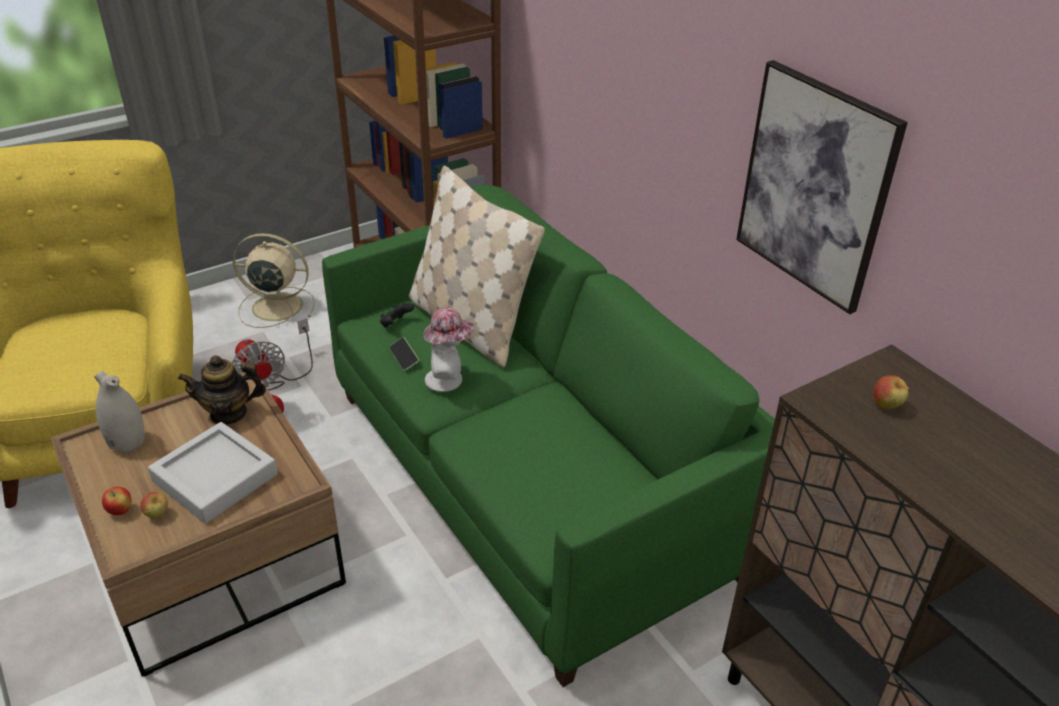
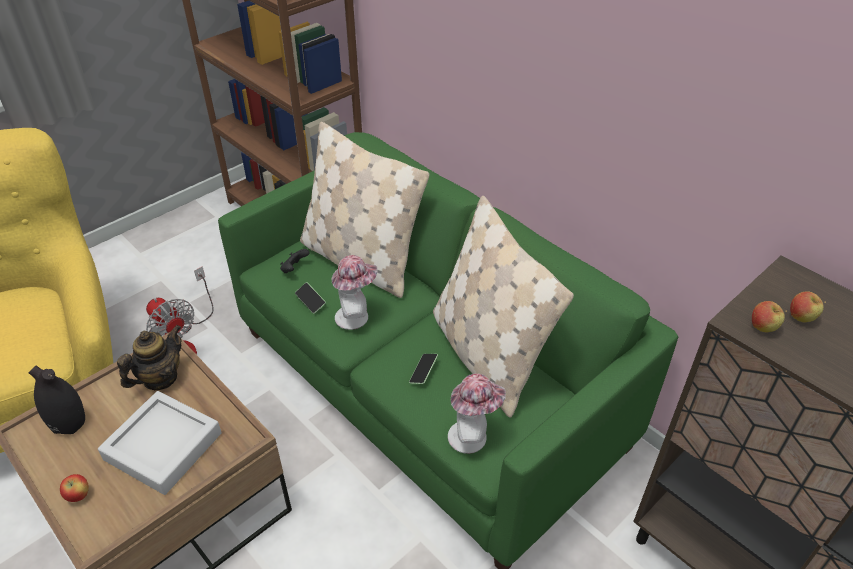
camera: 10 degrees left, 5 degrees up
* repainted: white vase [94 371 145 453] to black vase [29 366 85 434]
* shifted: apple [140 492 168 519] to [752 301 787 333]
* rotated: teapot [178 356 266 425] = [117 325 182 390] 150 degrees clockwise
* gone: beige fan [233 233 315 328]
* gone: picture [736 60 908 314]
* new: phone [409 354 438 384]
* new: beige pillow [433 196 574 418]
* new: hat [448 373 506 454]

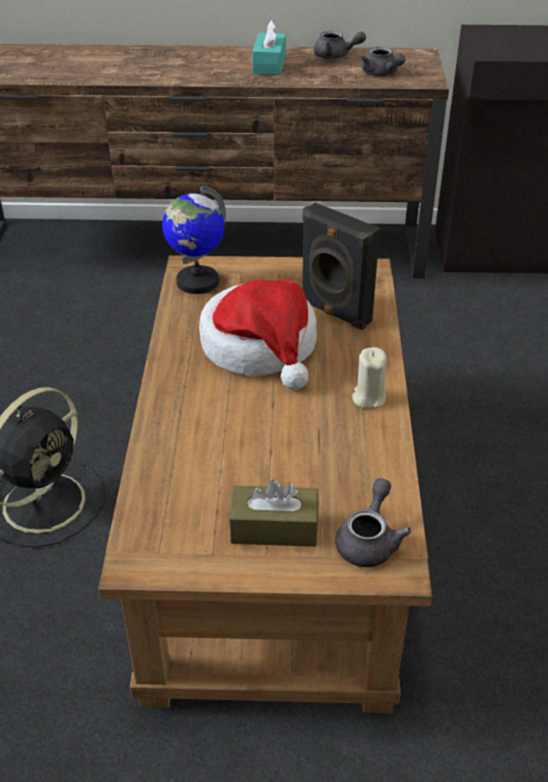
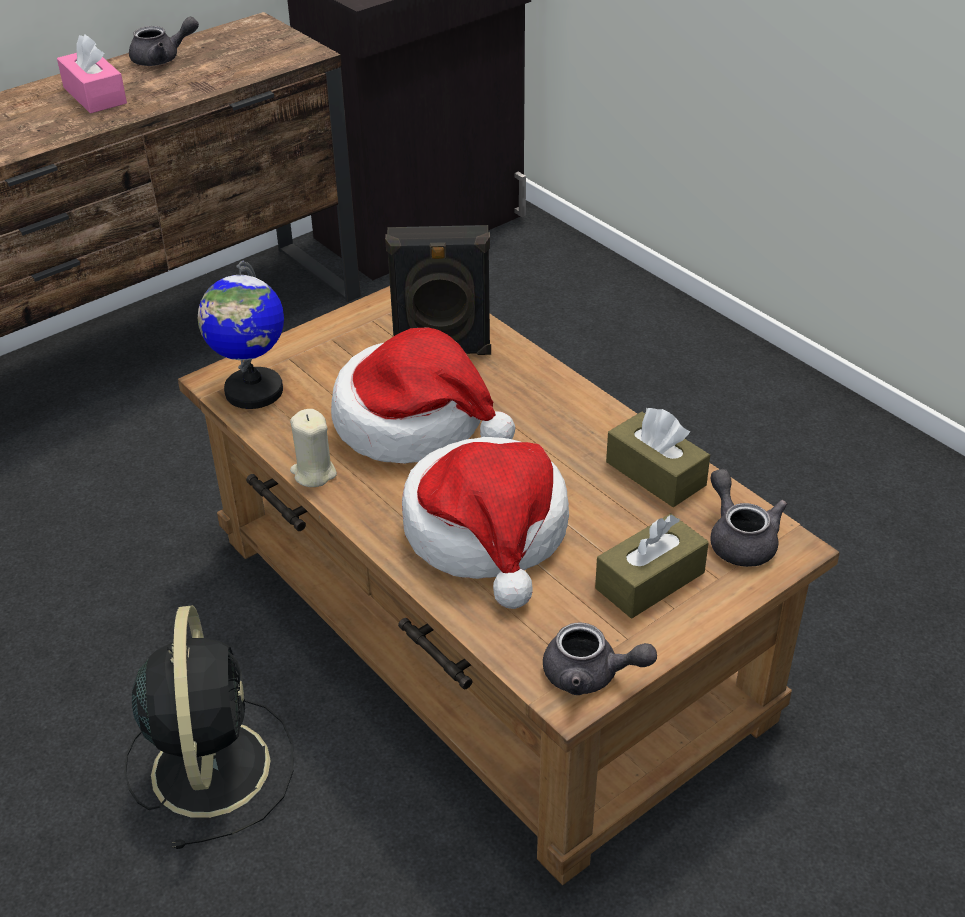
camera: 40 degrees left, 0 degrees up
* repainted: turquoise tissue box [252 20 286 75] to pink tissue box [57 34 127 113]
* shifted: beige candle [352 347 387 409] to [290 409 337 487]
* shifted: grey teapot [362 47 405 77] to [543 622 657 695]
* new: hat [402 437 569 609]
* new: brown tissue box [606 408 710 507]

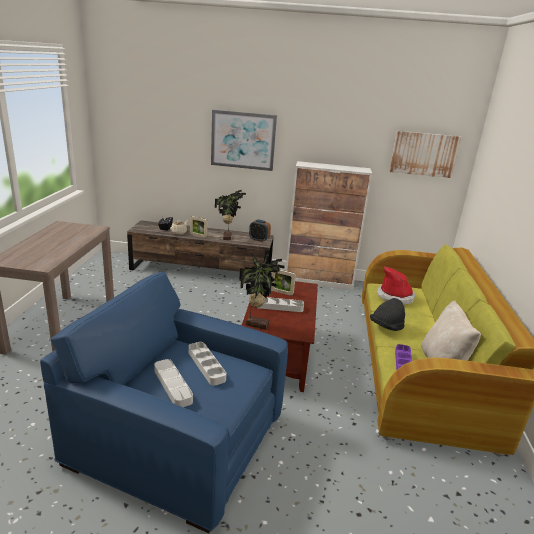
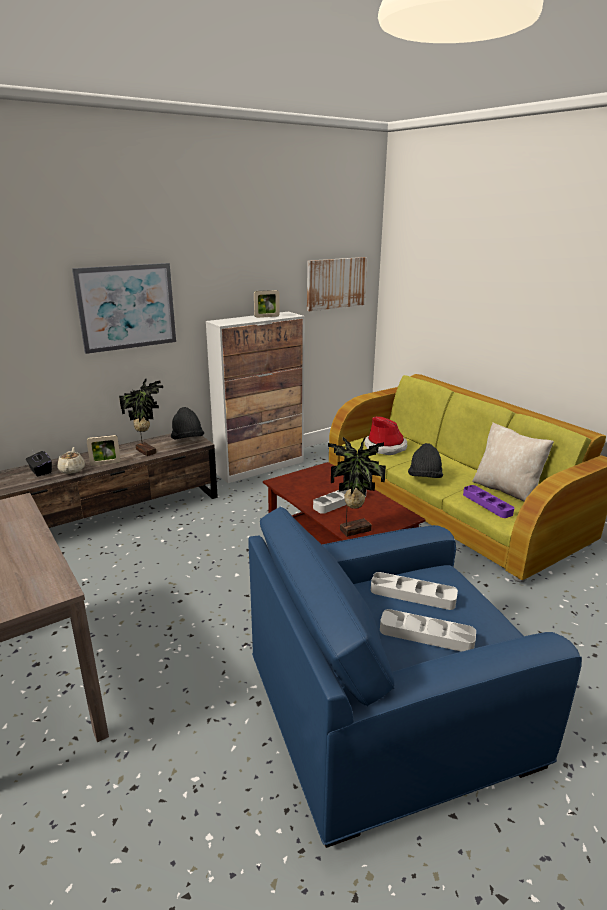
camera: 40 degrees left, 0 degrees up
* swapped: alarm clock [249 219 271 242] to black hat [171 407 204 439]
* shifted: picture frame [271 269 296 296] to [254 290 280 318]

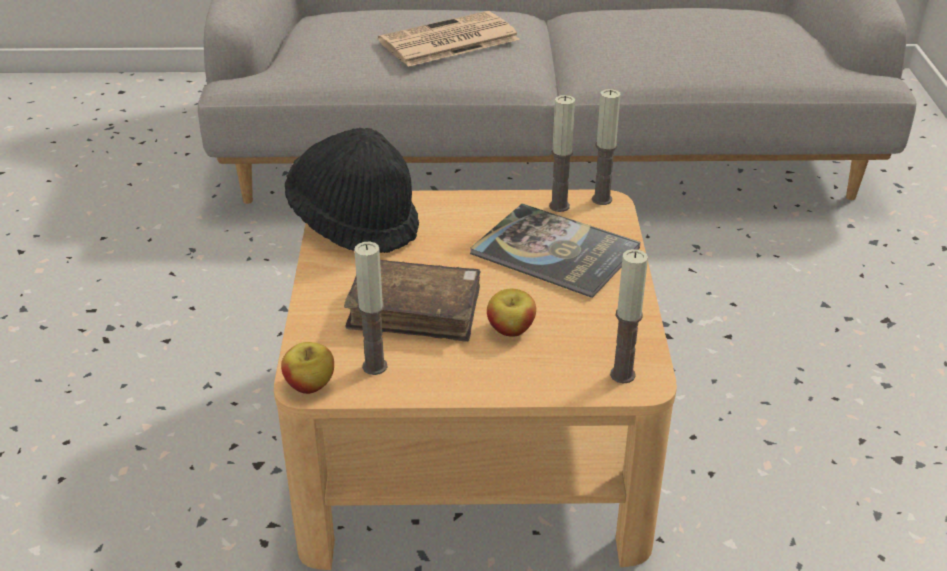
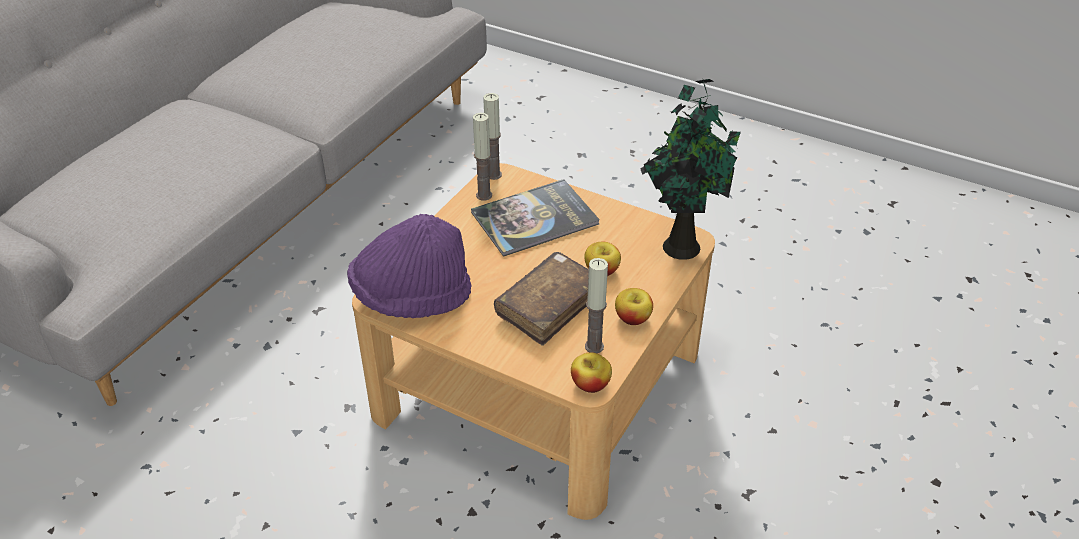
camera: 60 degrees left, 5 degrees up
* repainted: black hat [285 128 419 253] to purple hat [347 214 471 318]
* gone: newspaper [378 11 520 67]
* swapped: candle [610 249 648 383] to potted plant [640 79 741 260]
* new: apple [615 288 653 325]

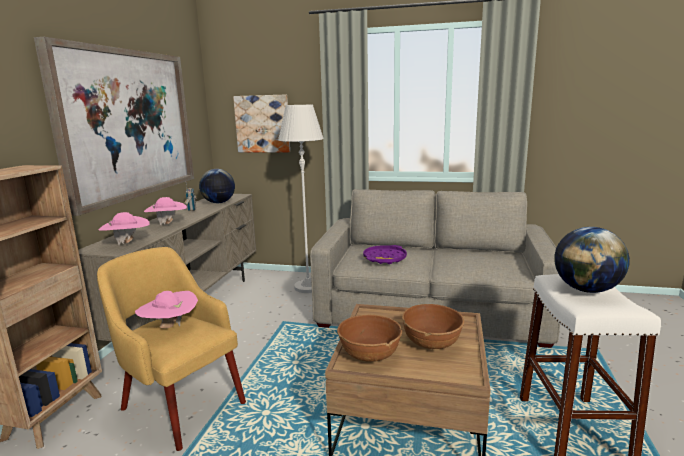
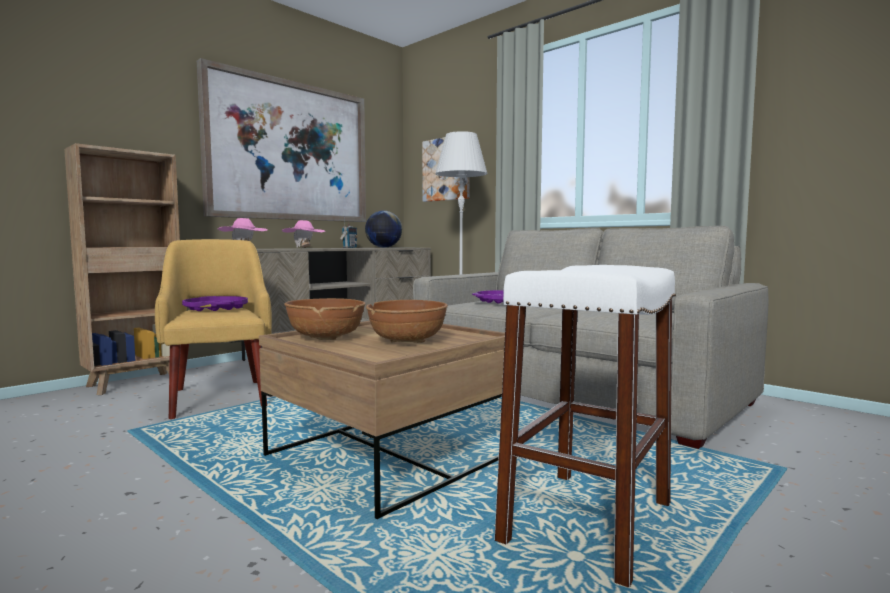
camera: 30 degrees right, 10 degrees down
* swapped: pink hat [135 291 198 328] to purple tray [182 296 248 311]
* gone: globe [555 227 630 293]

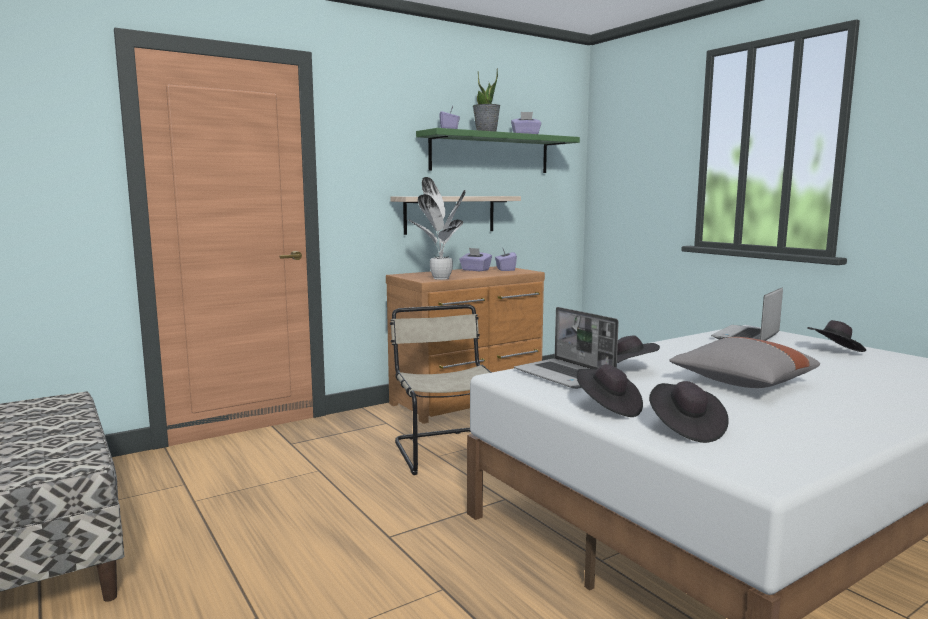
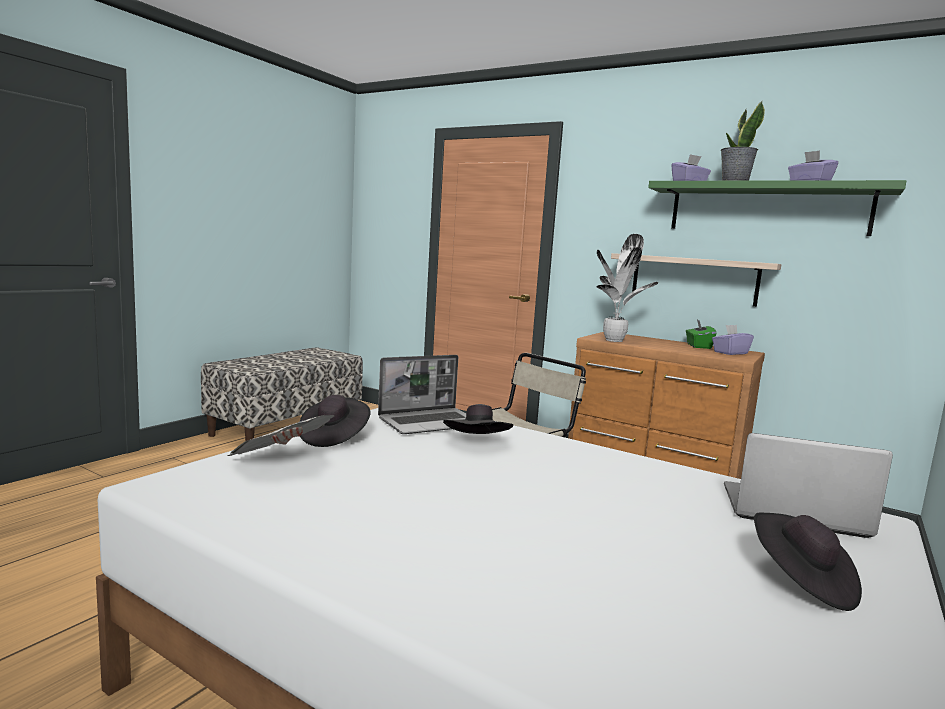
camera: 65 degrees right, 0 degrees up
* repainted: purple tissue box [459 248 492 271] to green tissue box [686 320 716 349]
* rotated: laptop [514 307 619 389] = [378 355 466 434] 150 degrees counterclockwise
* swapped: black hat [649 381 729 443] to newspaper [227 415 334 456]
* gone: grey pillow [669 337 820 388]

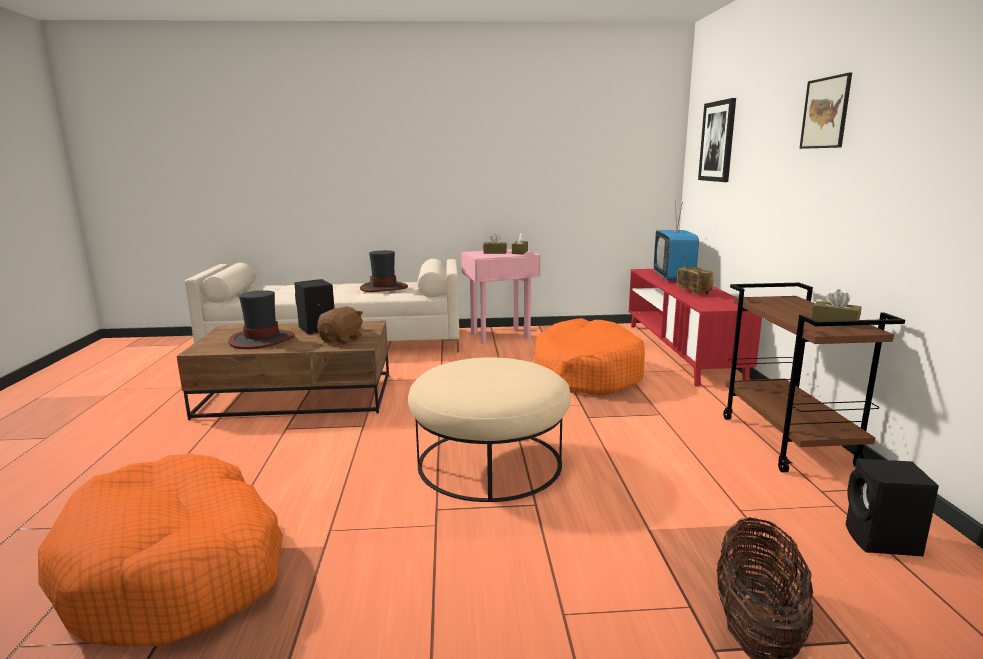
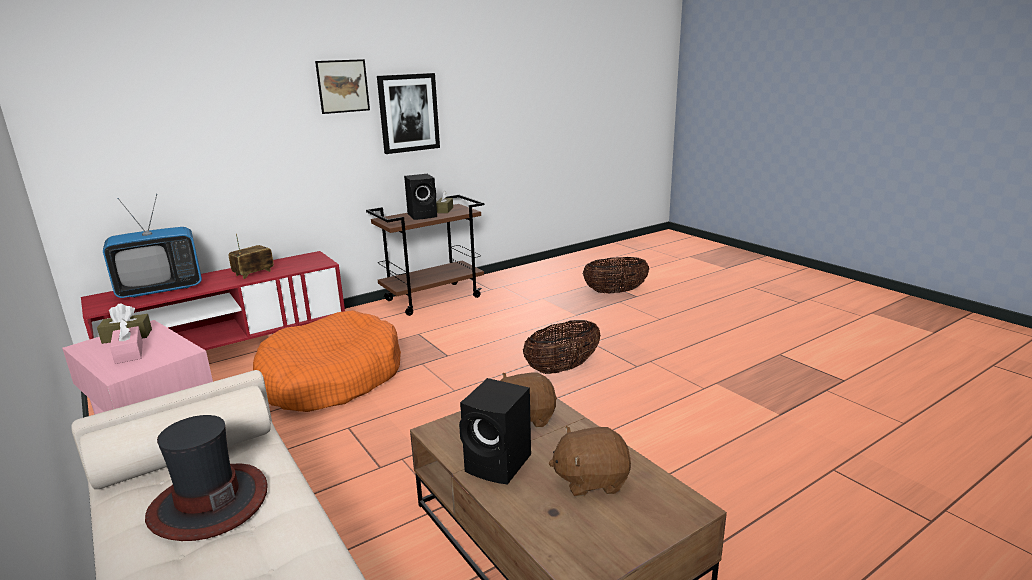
camera: 120 degrees left, 5 degrees up
* gone: orange dog bed [38 454 283 647]
* swapped: hat [228 290 295 349] to brown plush toy [549 426 631 497]
* swapped: beige ottoman [408 357 571 502] to basket [523 320 601 374]
* repainted: brown tissue box [483 234 507 254] to pink tissue box [110 319 143 364]
* shifted: picture [698 98 736 182] to [377 73 440 154]
* shifted: black speaker [846 458 939 556] to [404 174 437 220]

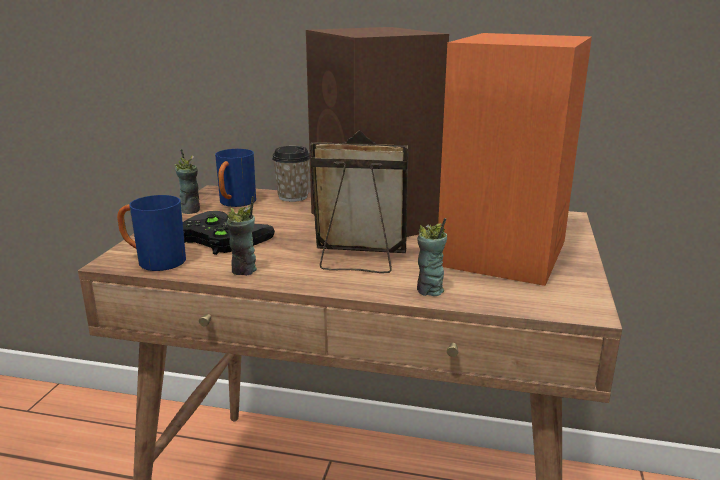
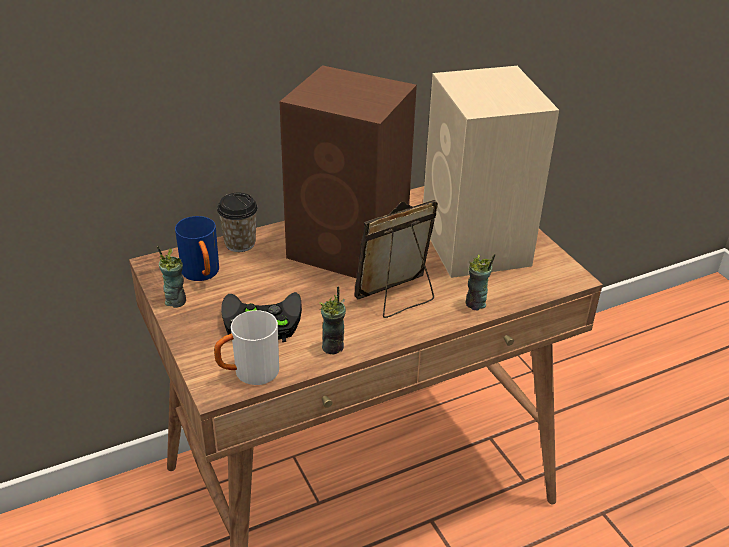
camera: 40 degrees left, 15 degrees up
* repainted: blue mug [117 195 186 271] to white mug [214 310 279 385]
* repainted: orange speaker [438 33 592 286] to beige speaker [423 66 559 278]

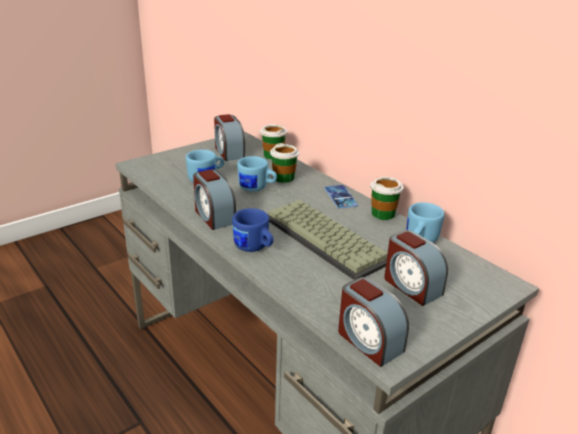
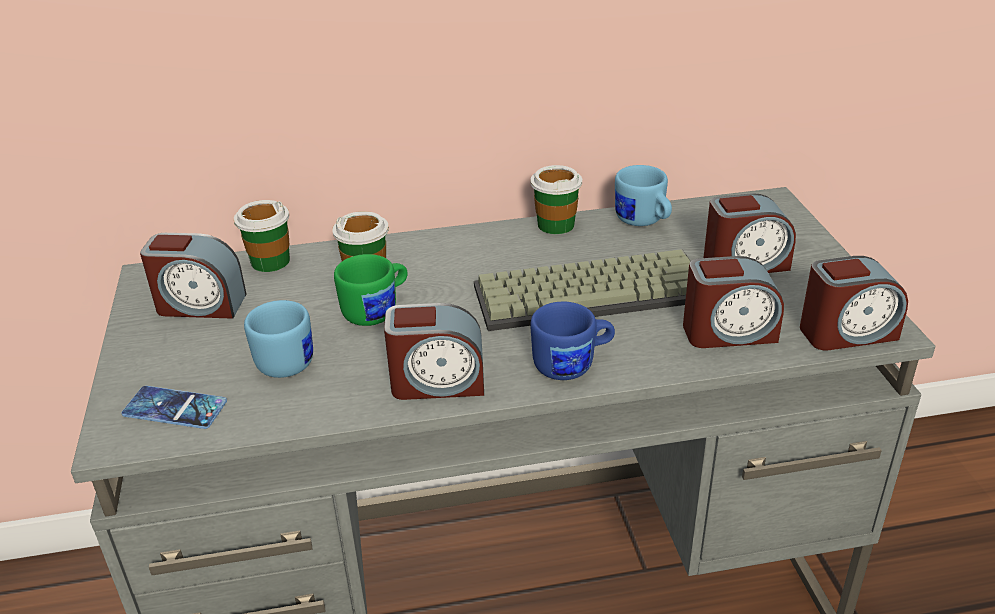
camera: 60 degrees left, 5 degrees up
* repainted: blue mug [237 156 277 192] to green mug [334 254 408 326]
* shifted: phone [324 185 358 209] to [121 386 227 429]
* new: alarm clock [683 256 784 348]

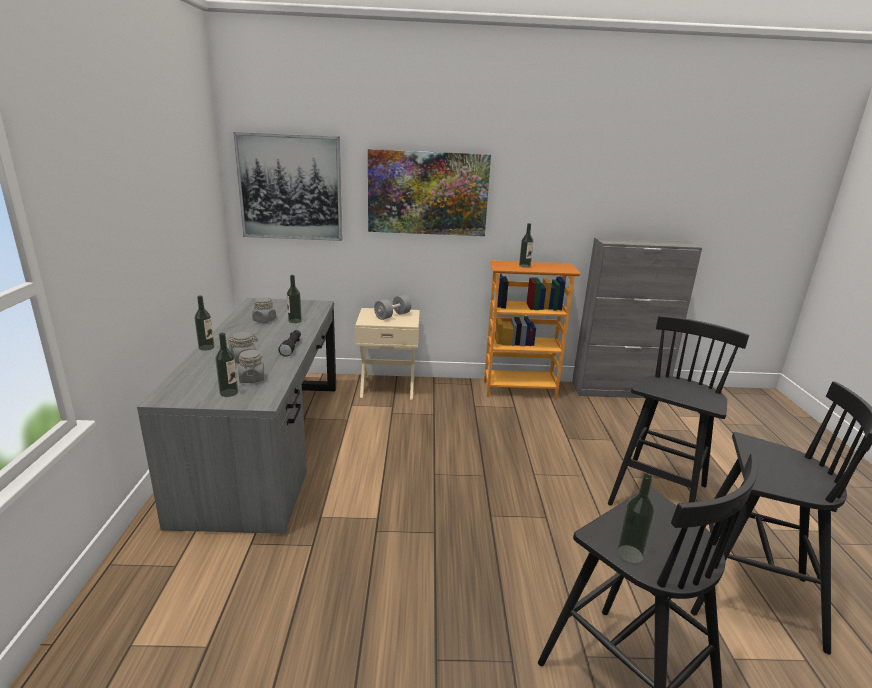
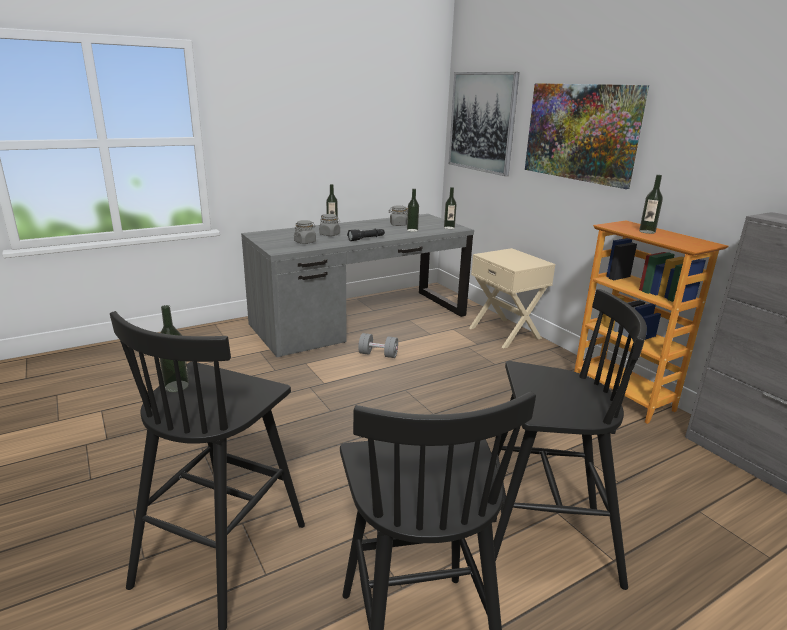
camera: 60 degrees right, 0 degrees up
* shifted: bottle [215 333 238 397] to [444 187 457 229]
* shifted: grey dumbbell [374 295 411 320] to [358 333 398 358]

